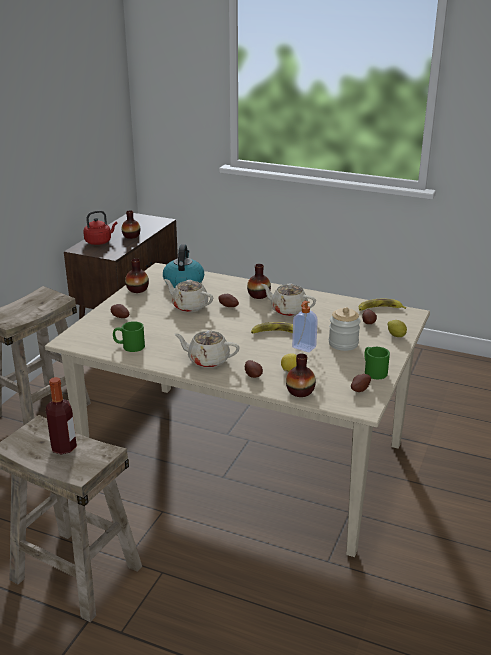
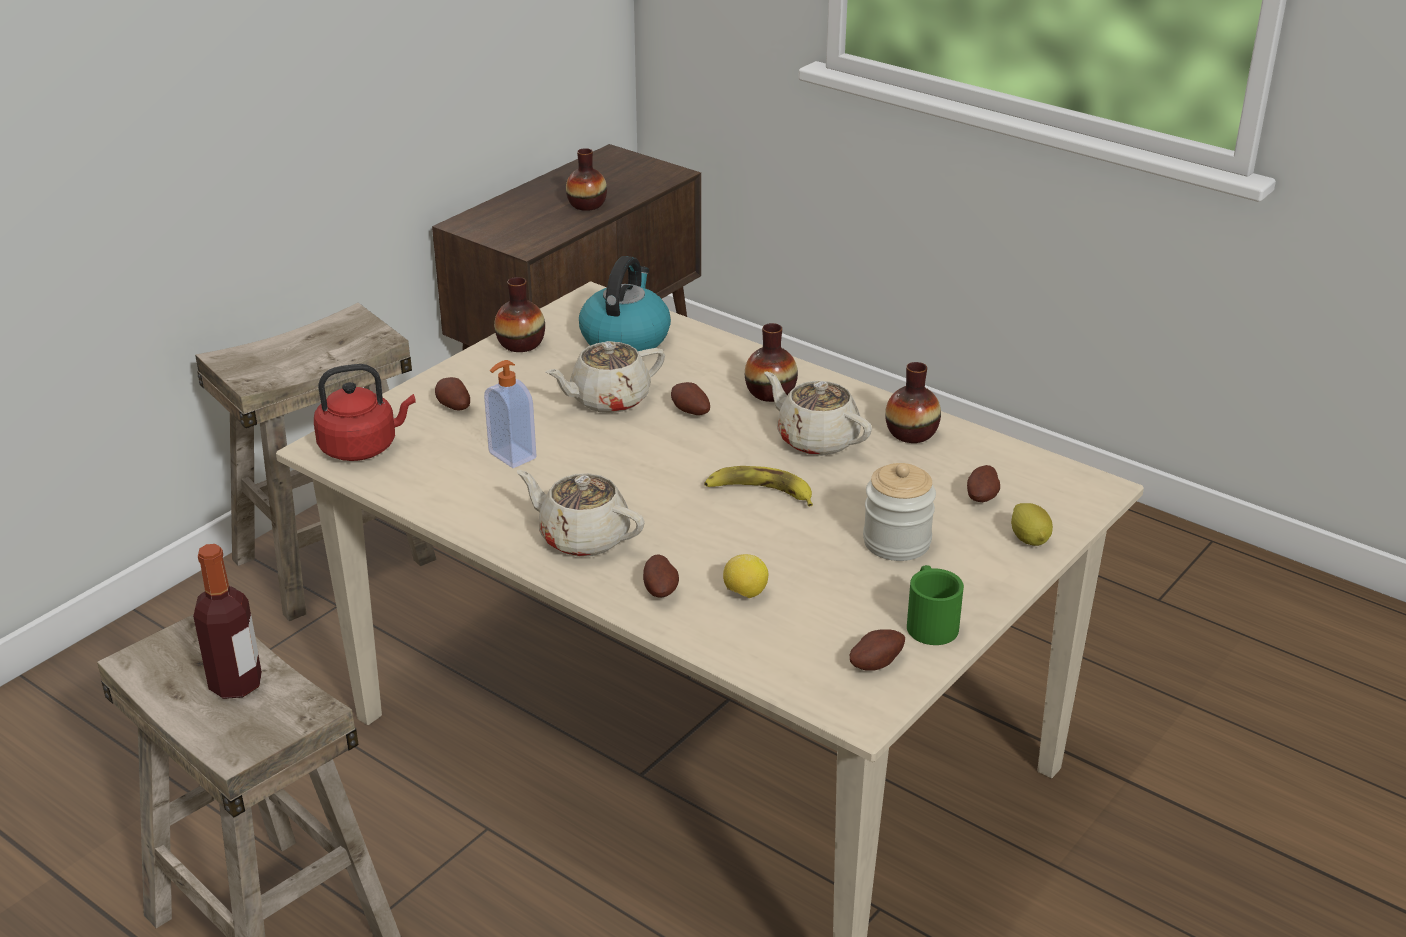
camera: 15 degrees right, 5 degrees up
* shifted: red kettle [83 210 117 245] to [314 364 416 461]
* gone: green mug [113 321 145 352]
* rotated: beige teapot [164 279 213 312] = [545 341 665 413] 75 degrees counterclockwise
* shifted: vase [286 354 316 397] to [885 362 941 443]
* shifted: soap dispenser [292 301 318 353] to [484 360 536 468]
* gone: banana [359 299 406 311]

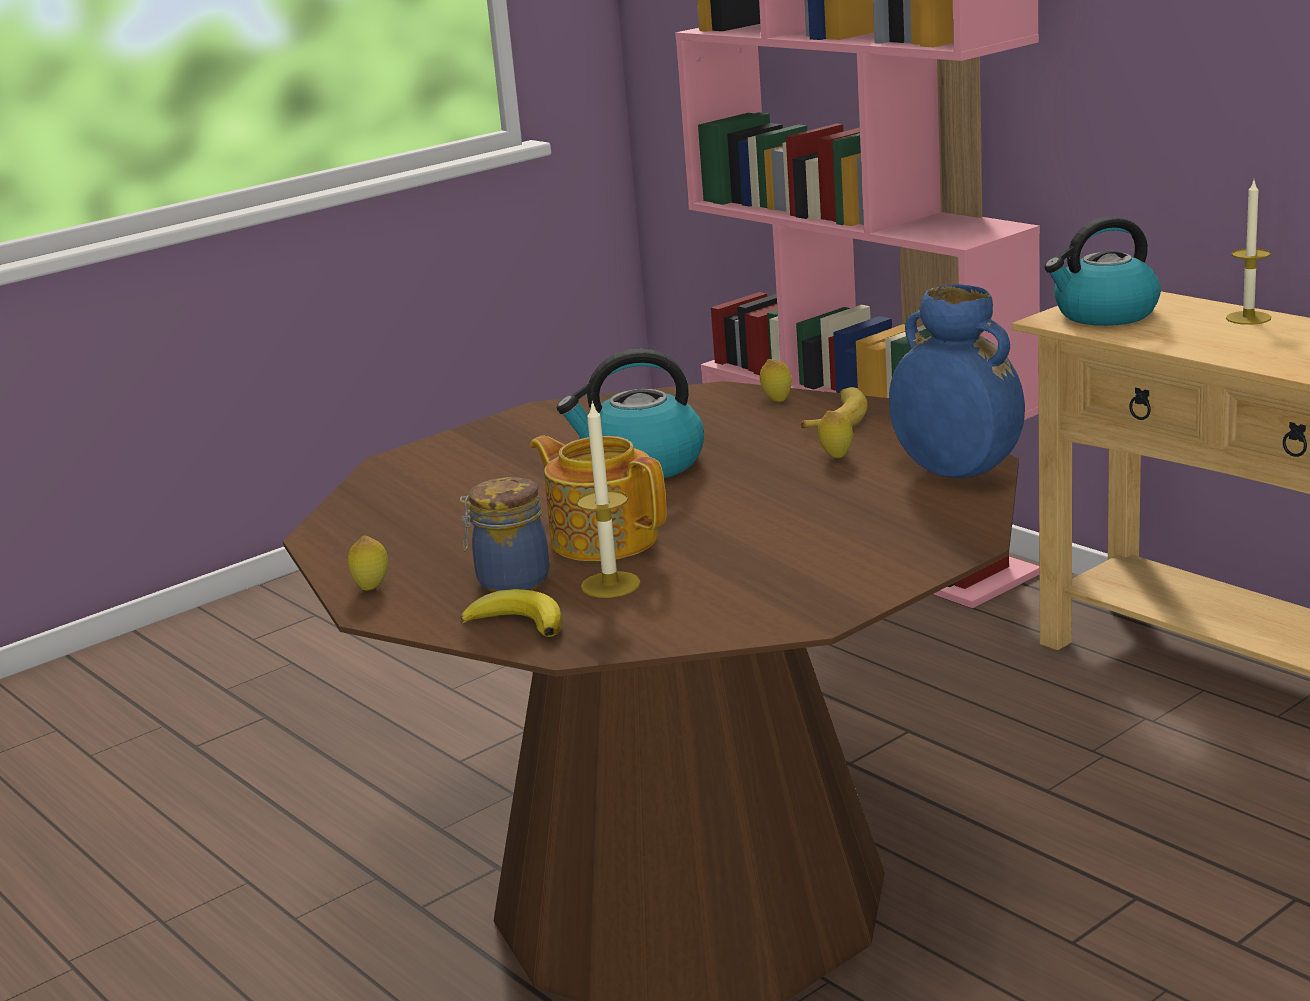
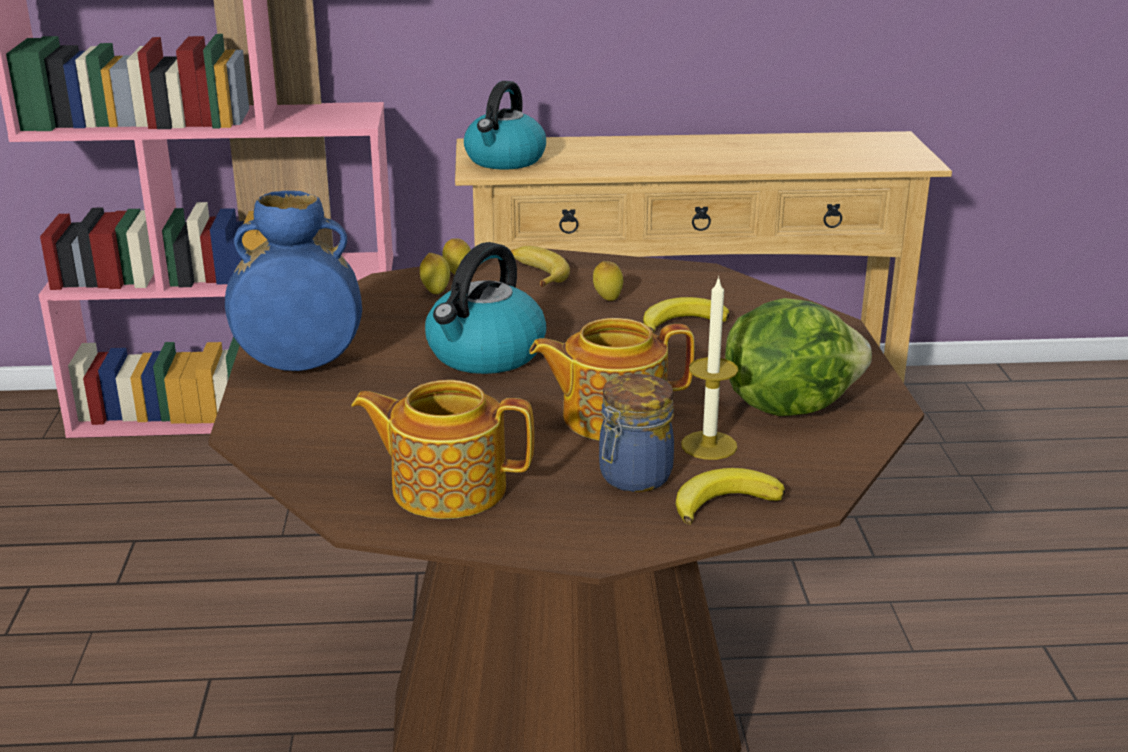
camera: 55 degrees left, 5 degrees up
* shifted: lemon [348 535 388 591] to [420 253 450 294]
* shifted: blue vase [889 284 1025 478] to [225 191 362 371]
* gone: candle [1226 181 1271 325]
* new: teapot [351 380 534 519]
* new: banana [643 297 729 333]
* new: lettuce [725 298 872 416]

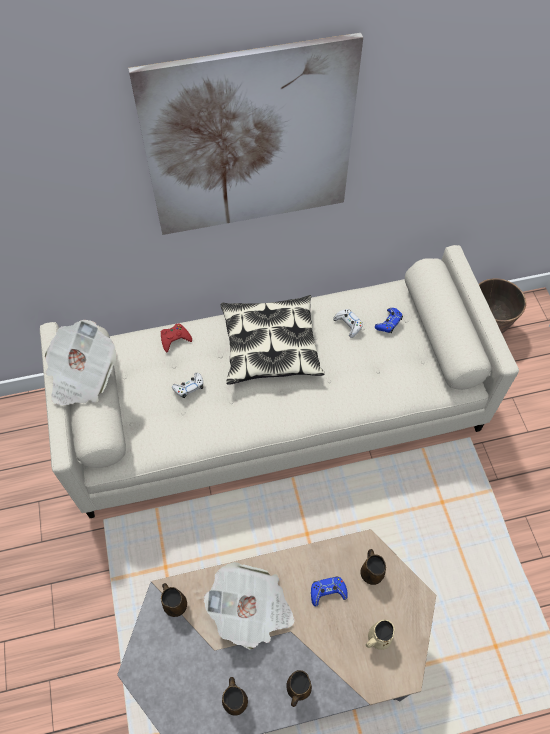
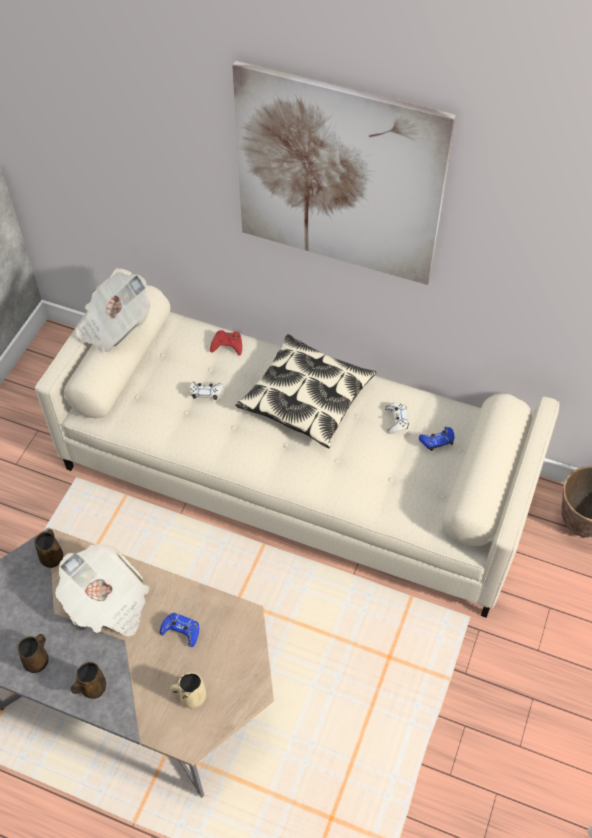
camera: 35 degrees right, 5 degrees down
* gone: brown mug [360 549 386 585]

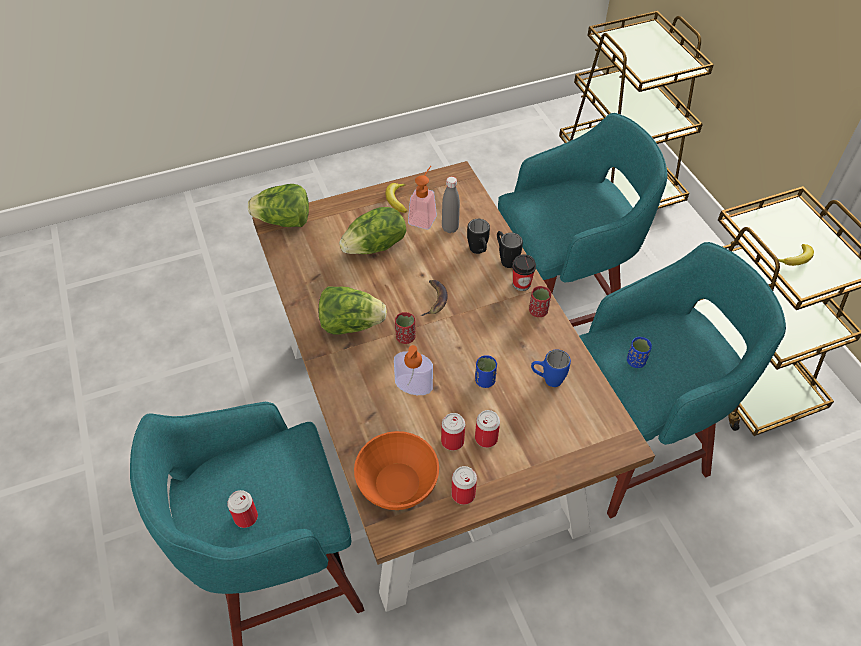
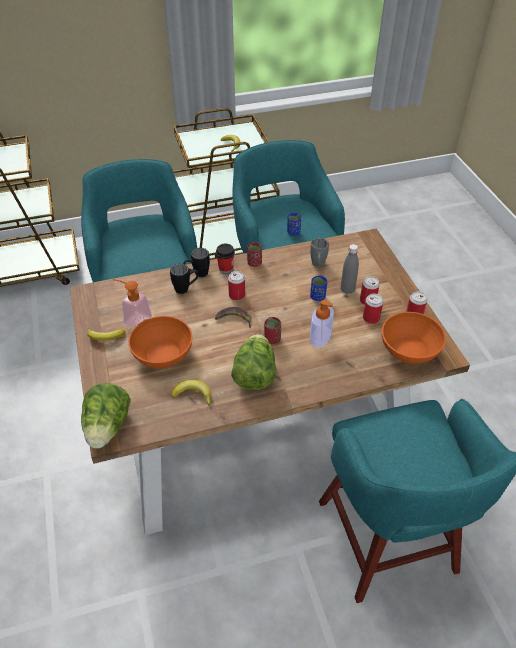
camera: 85 degrees left, 5 degrees down
* shifted: can [227 490 258 528] to [228 271 245 300]
* swapped: lettuce [339 207 406 254] to orange bowl [128 316 192 368]
* shifted: grey bottle [442 177 460 233] to [341 244 359 294]
* repainted: blue mug [531 349 571 387] to grey mug [310 238 329 267]
* new: banana [172 380 211 406]

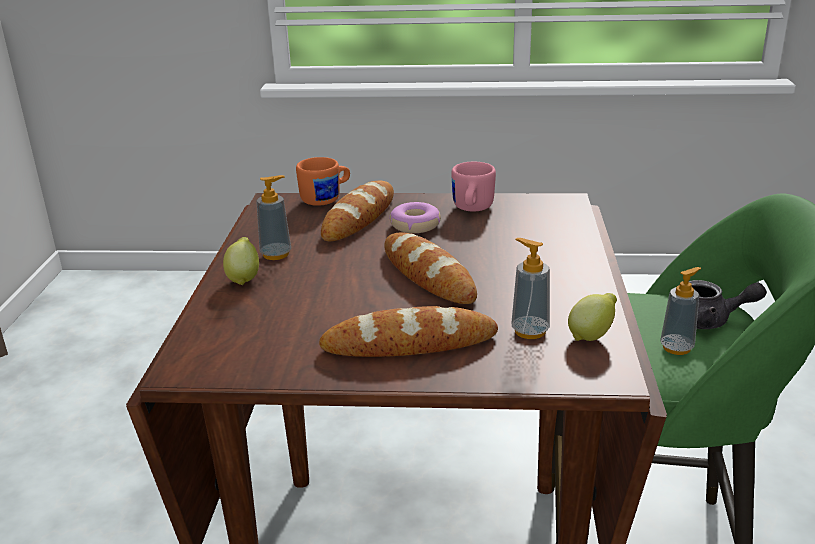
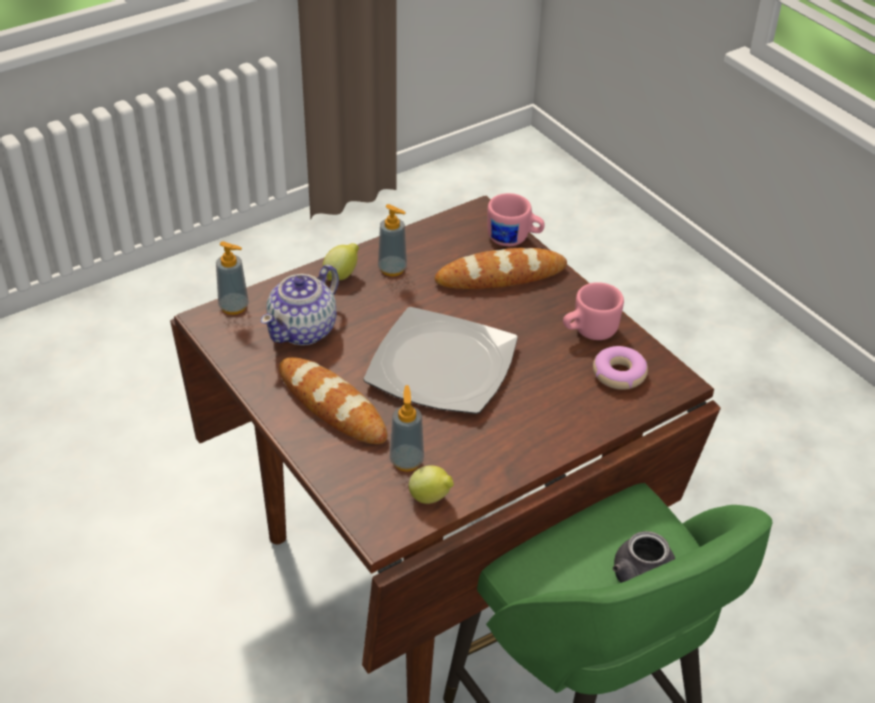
camera: 50 degrees right, 15 degrees up
* repainted: orange mug [296 157 350 206] to pink mug [488 193 545 246]
* swapped: bread [384 232 477 304] to plate [364 307 518 414]
* shifted: donut [389 202 441 233] to [593 346 648 390]
* shifted: soap dispenser [660 267 701 355] to [216 241 249 315]
* new: teapot [261 265 339 345]

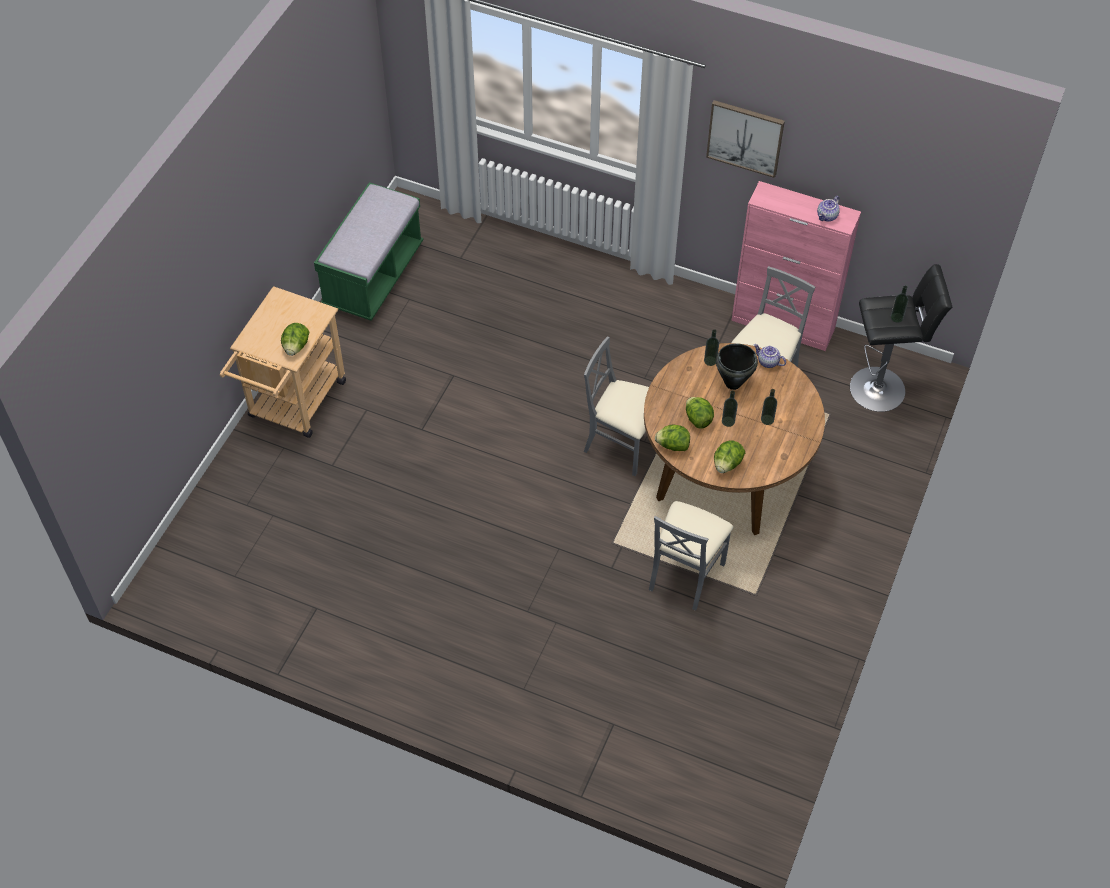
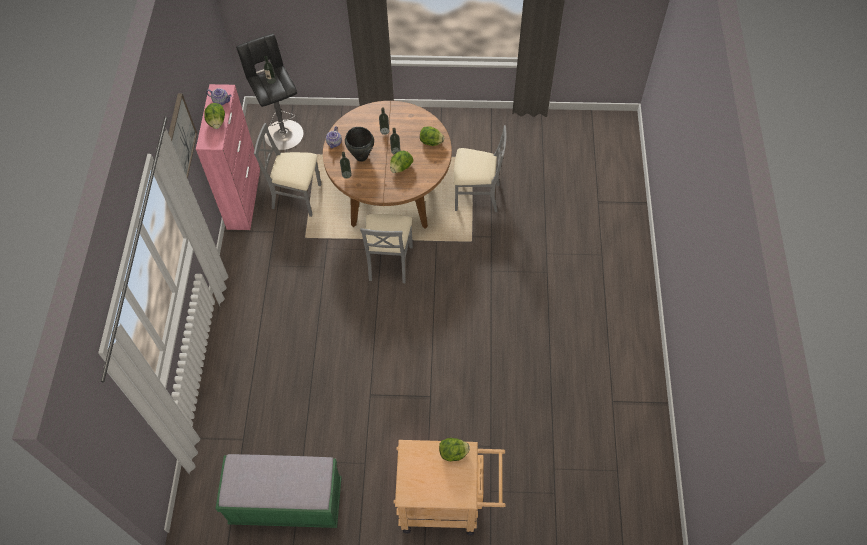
camera: 110 degrees left, 5 degrees up
* shifted: lettuce [655 425 690 451] to [204 103 225 129]

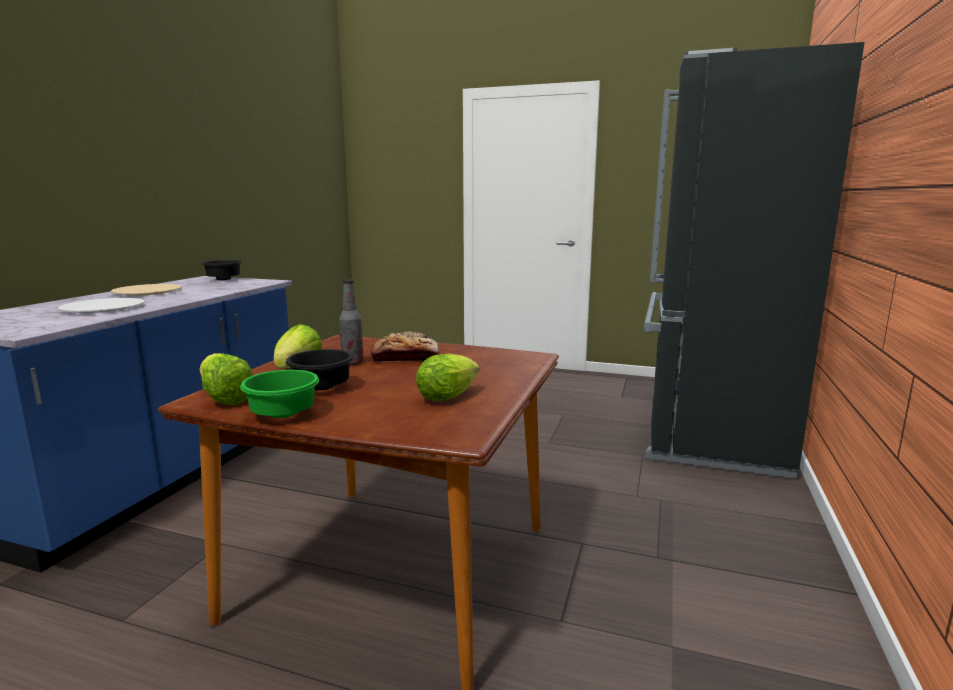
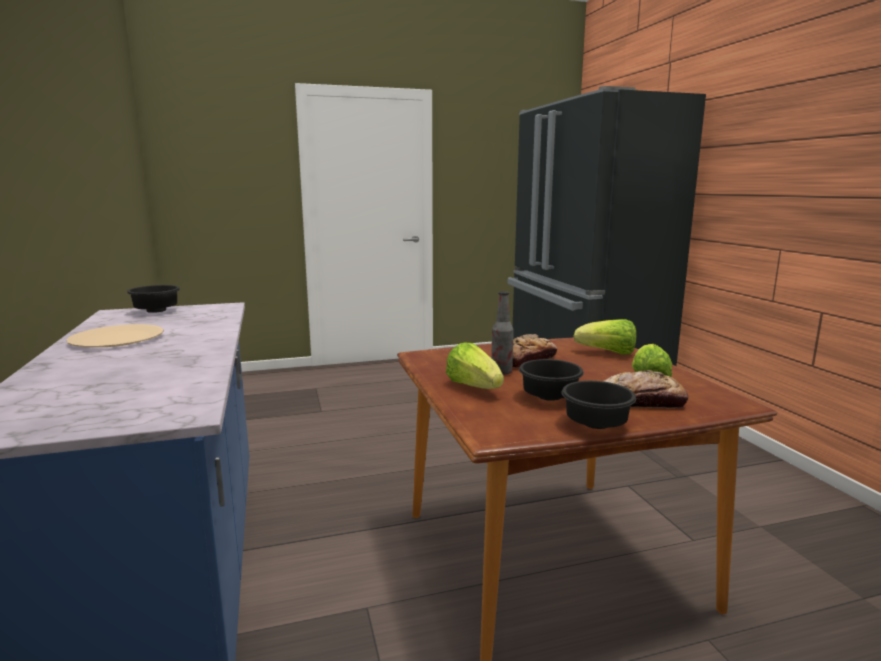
camera: 35 degrees left, 0 degrees up
* gone: white plate [58 298 144 313]
* shifted: lettuce [200 353 253 406] to [574 319 636 355]
* repainted: green bowl [240 370 319 418] to black bowl [561 381 636 429]
* new: bread [603 370 688 409]

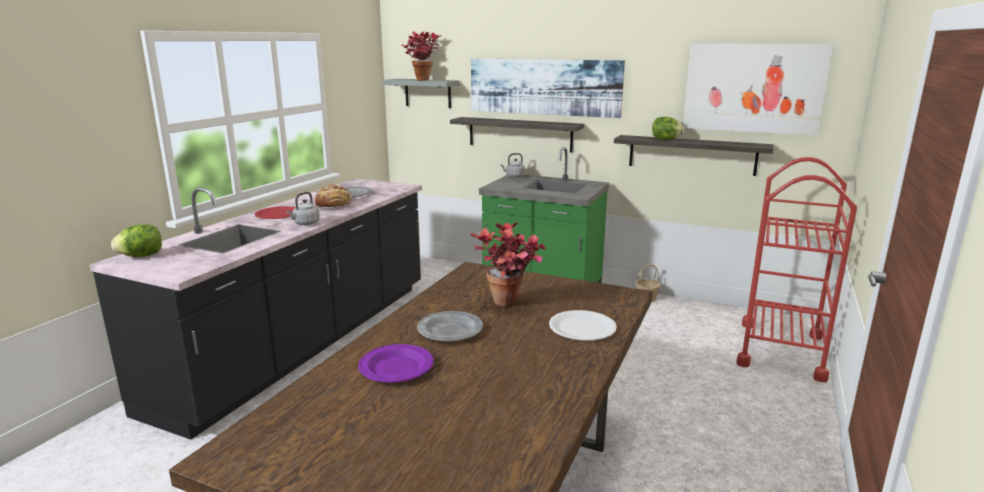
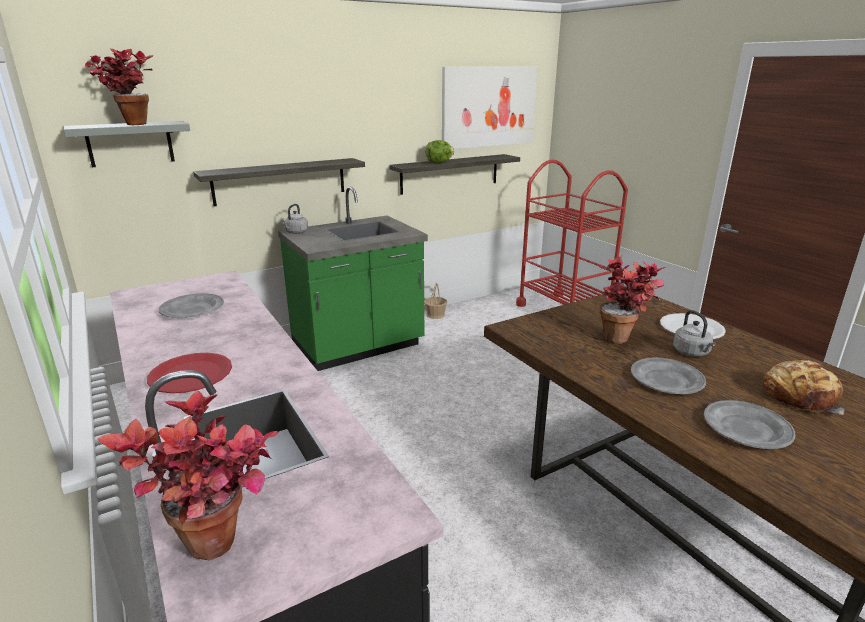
camera: 55 degrees left, 5 degrees up
* swapped: lettuce [111 224 162 257] to potted plant [97 391 279 560]
* shifted: grey kettle [286 192 320 225] to [673 310 716 357]
* shifted: bread [315 184 352 208] to [763 360 845 415]
* repainted: purple plate [358 344 434 383] to grey plate [704 400 795 449]
* gone: picture [471 58 625 118]

